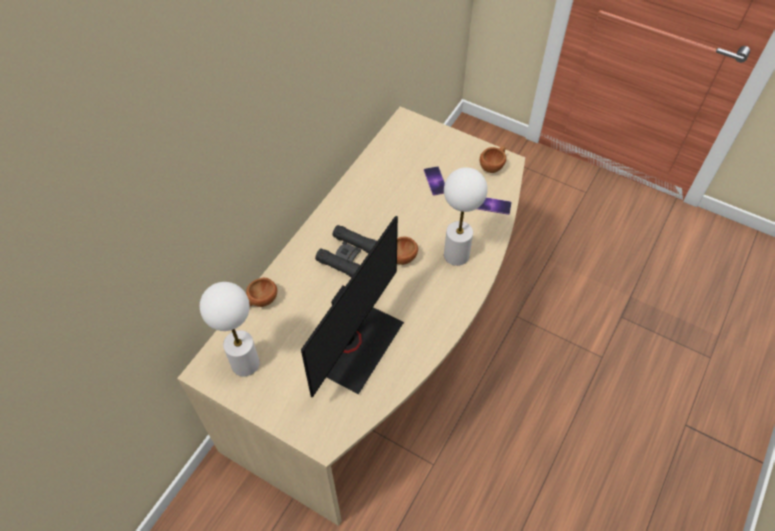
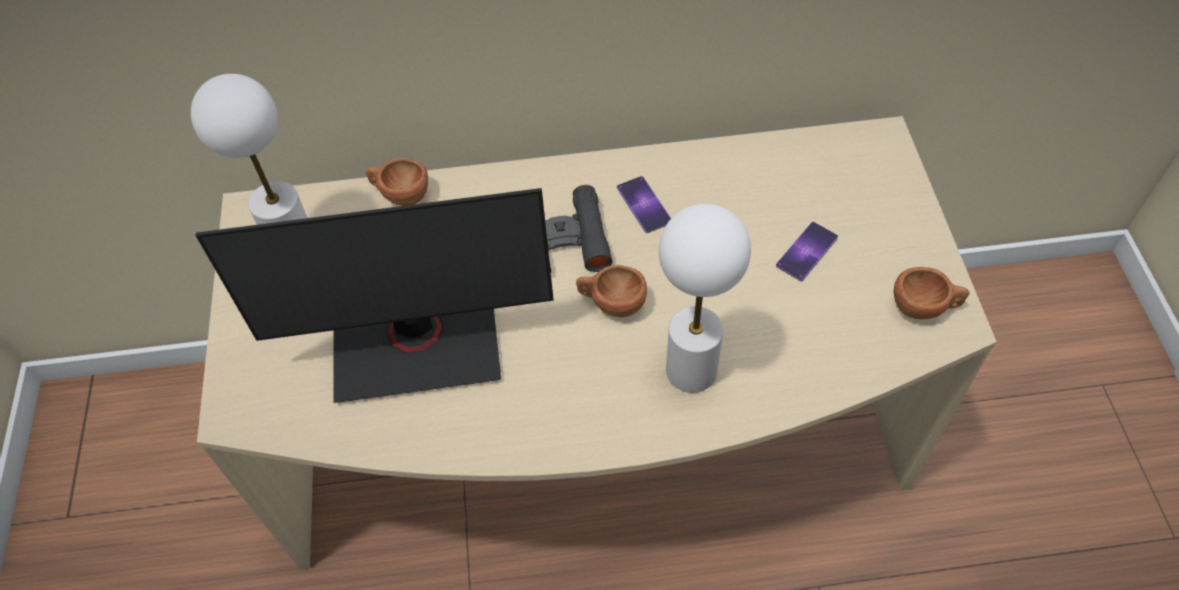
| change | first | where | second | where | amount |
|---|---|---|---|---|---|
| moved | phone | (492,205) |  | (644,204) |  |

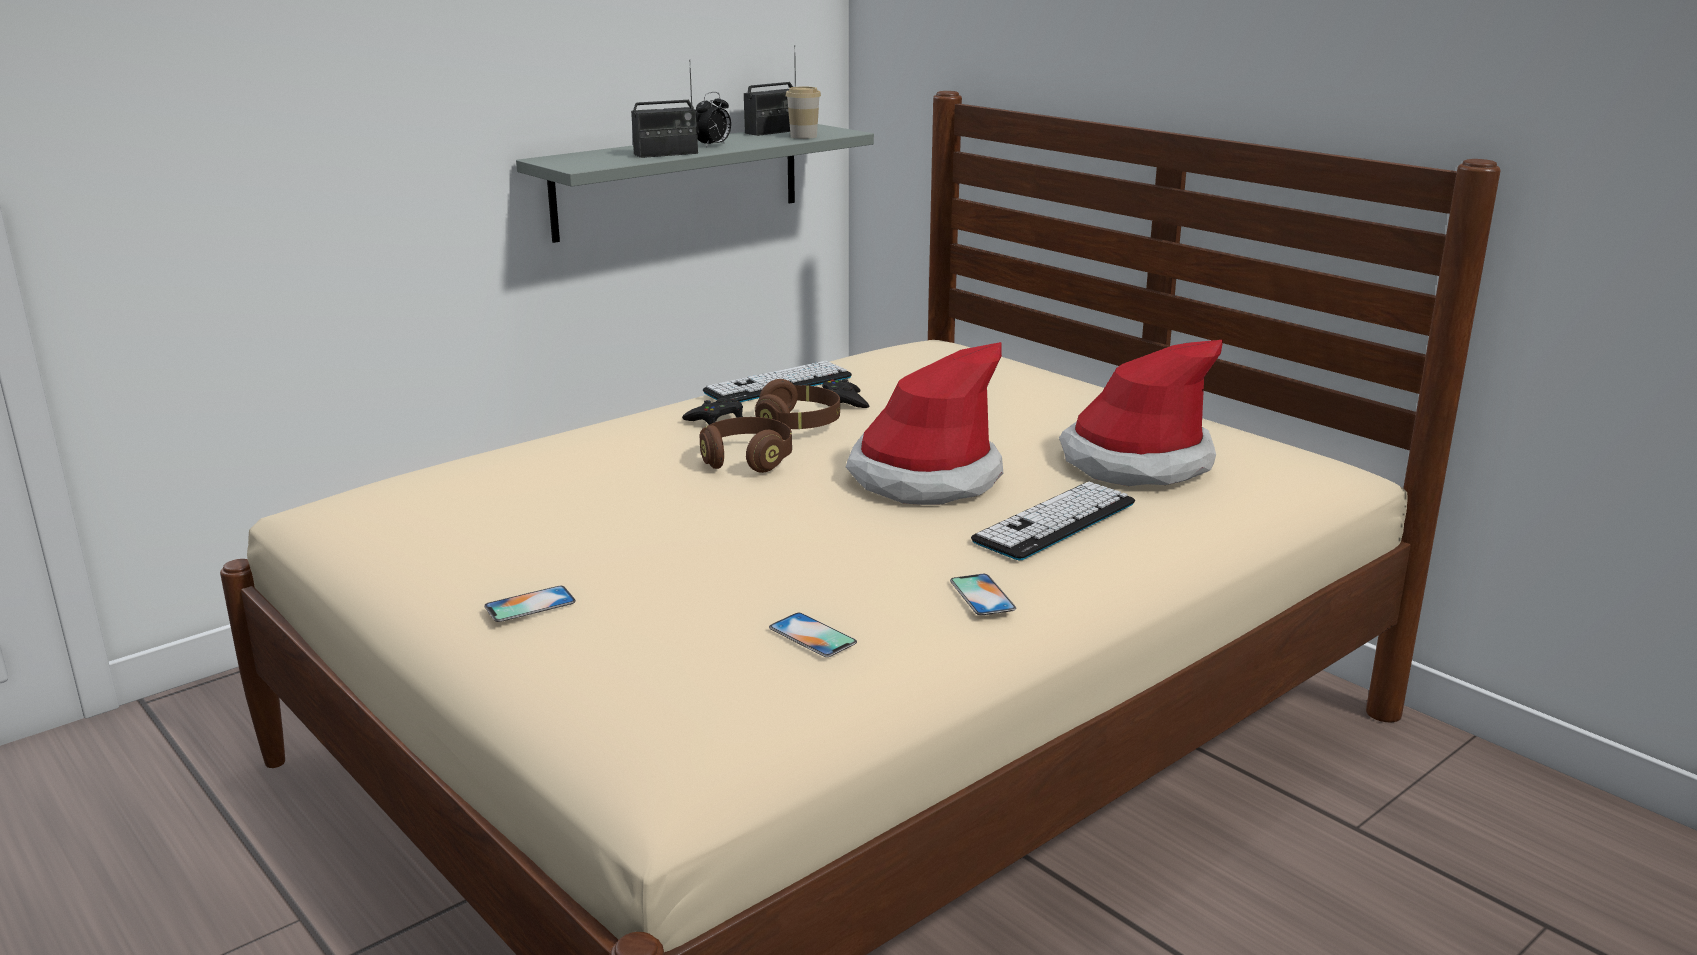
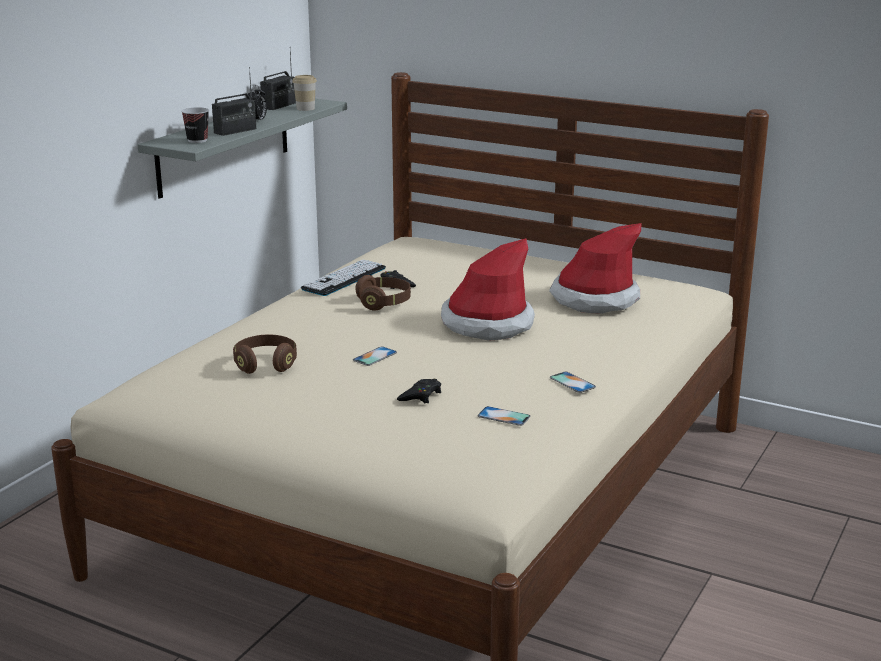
| change | first | where | second | where | amount |
|---|---|---|---|---|---|
| removed | keyboard | (1055,522) |  |  |  |
| added |  |  | cup | (197,140) |  |
| moved | phone | (530,604) |  | (375,356) |  |
| moved | black game controller | (716,418) |  | (421,396) |  |
| moved | brown headphones | (747,460) |  | (265,364) |  |

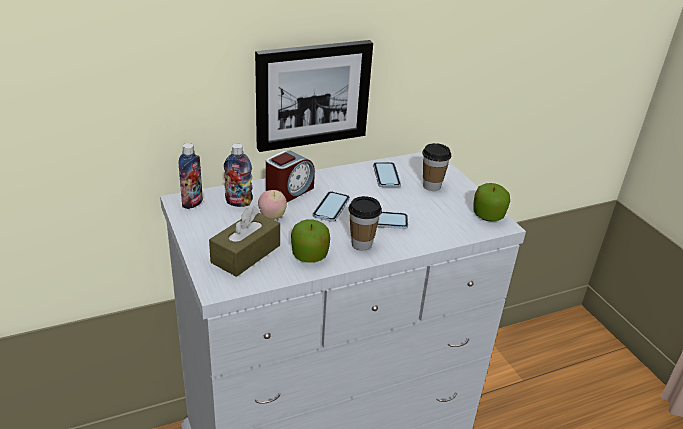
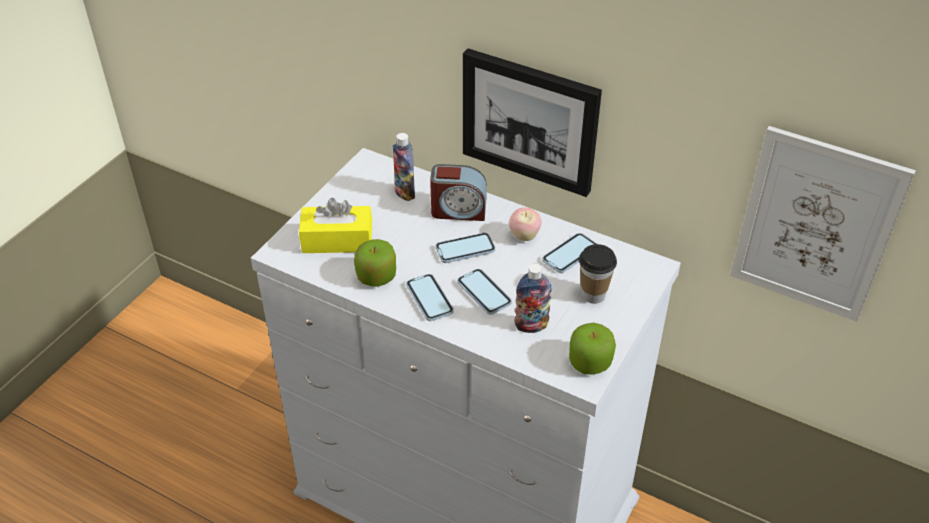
| change | first | where | second | where | amount |
|---|---|---|---|---|---|
| added |  |  | picture | (815,225) |  |
| moved | bottle | (192,203) |  | (531,326) |  |
| moved | apple | (272,217) |  | (524,236) |  |
| replaced | cup | (361,244) | phone | (429,299) |  |
| recoloured | brown tissue box | (246,254) | yellow tissue box | (337,240) |  |

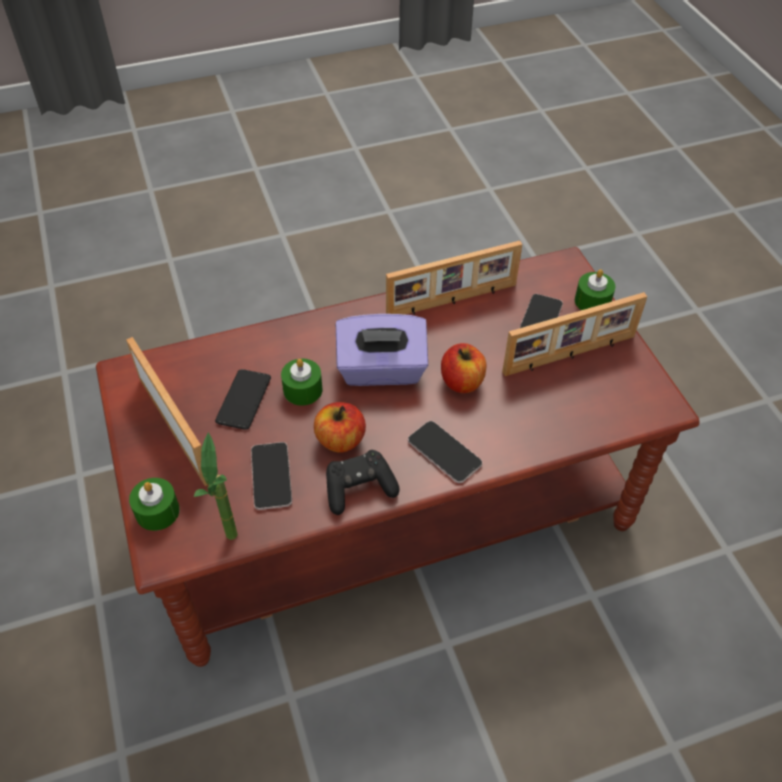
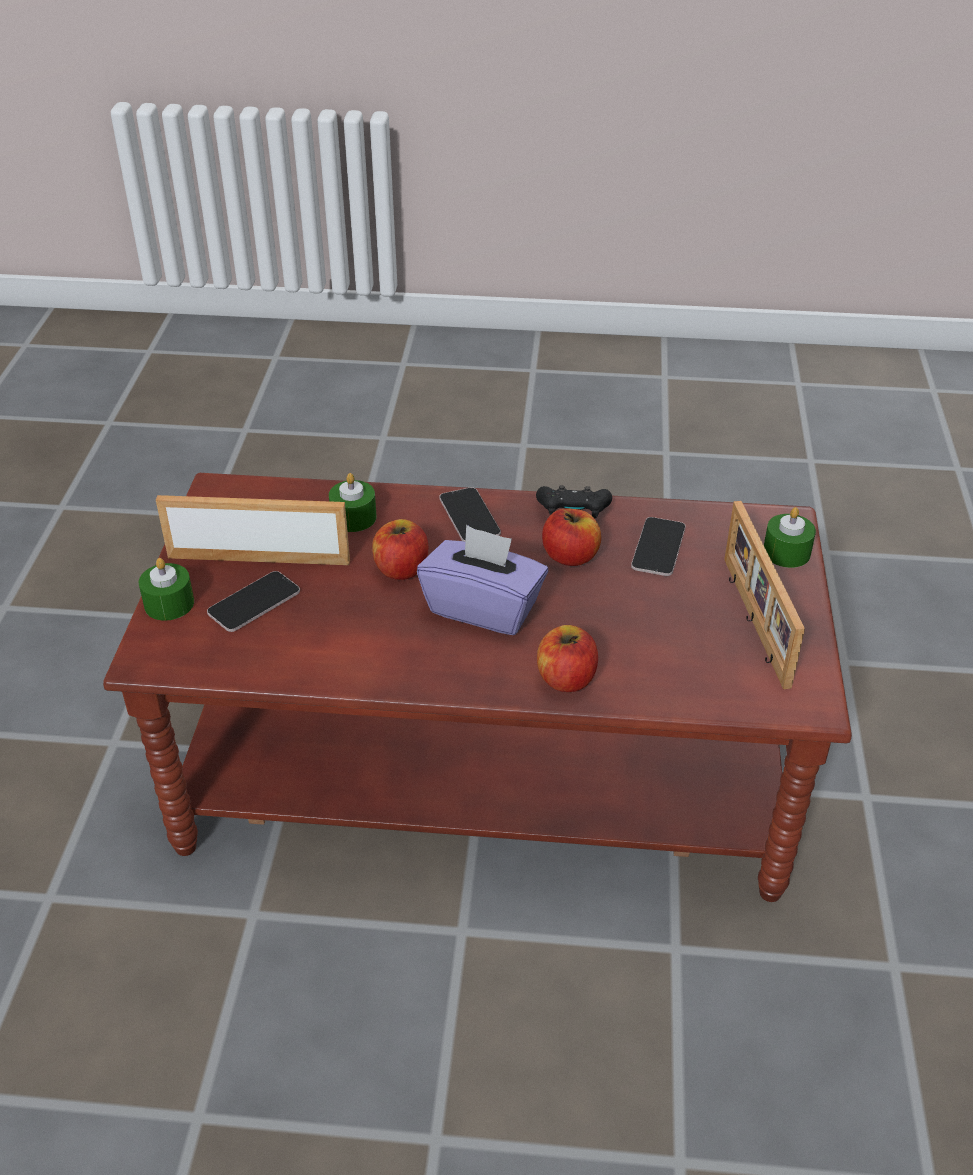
| change | first | where | second | where | amount |
|---|---|---|---|---|---|
| removed | potted plant | (234,545) |  |  |  |
| removed | phone | (243,400) |  |  |  |
| removed | picture frame | (452,301) |  |  |  |
| added |  |  | apple | (566,678) |  |
| moved | green candle | (302,390) |  | (353,517) |  |

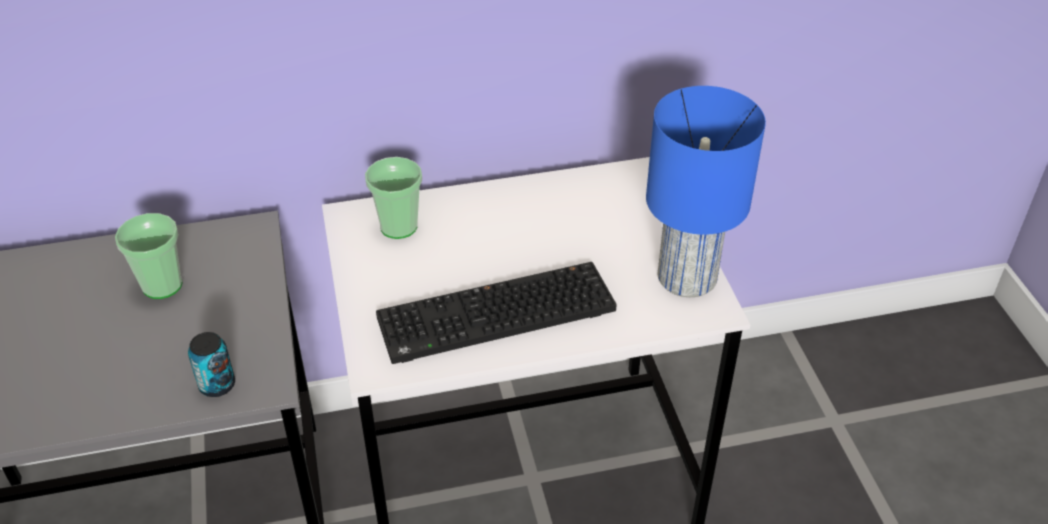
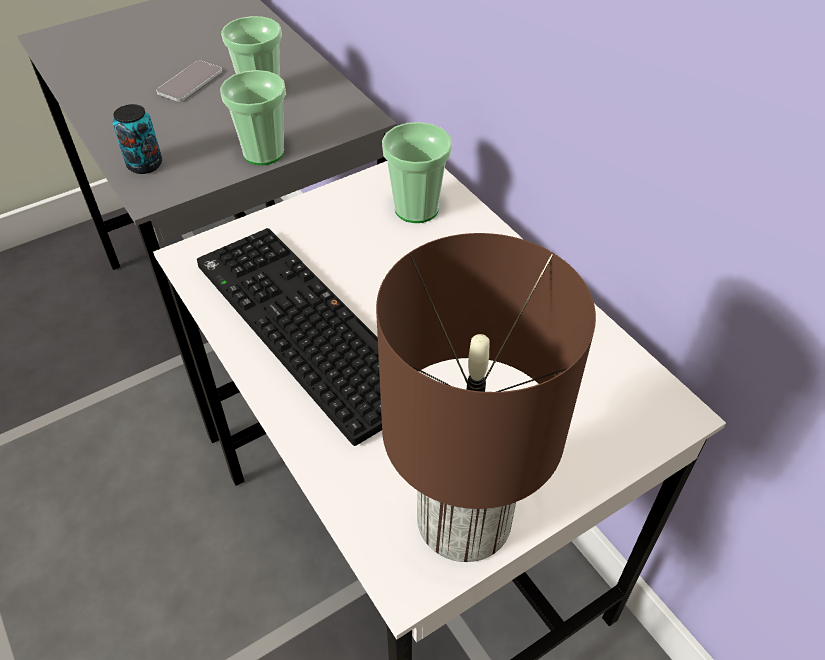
| change | first | where | second | where | amount |
|---|---|---|---|---|---|
| added |  |  | phone | (190,82) |  |
| added |  |  | cup | (263,153) |  |
| recoloured | blue table lamp | (686,278) | brown table lamp | (461,519) |  |

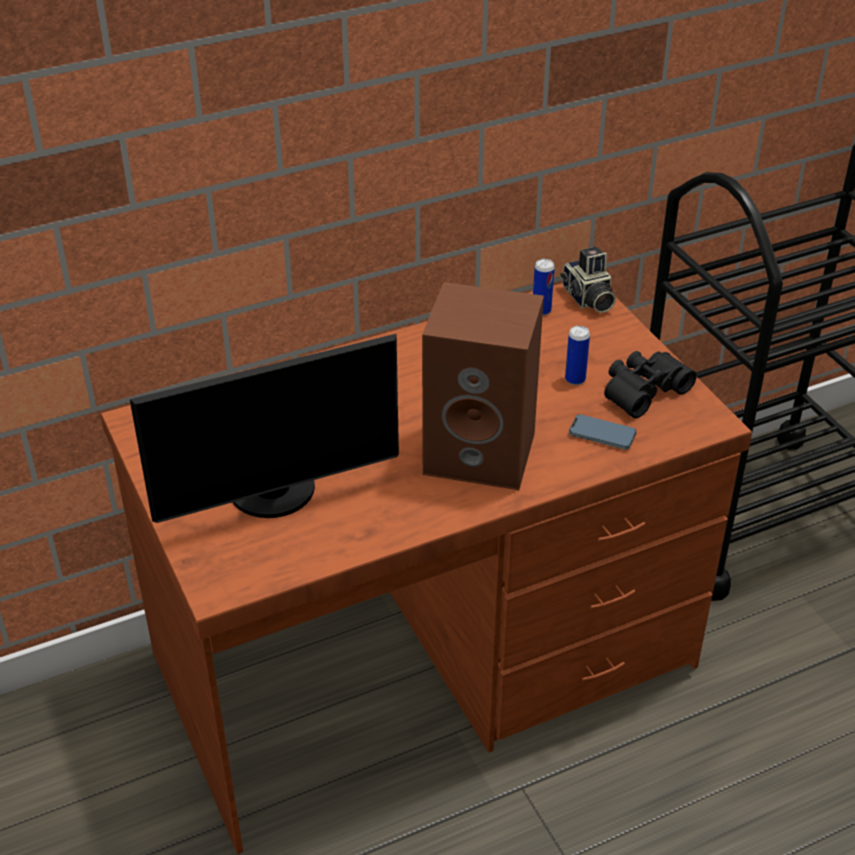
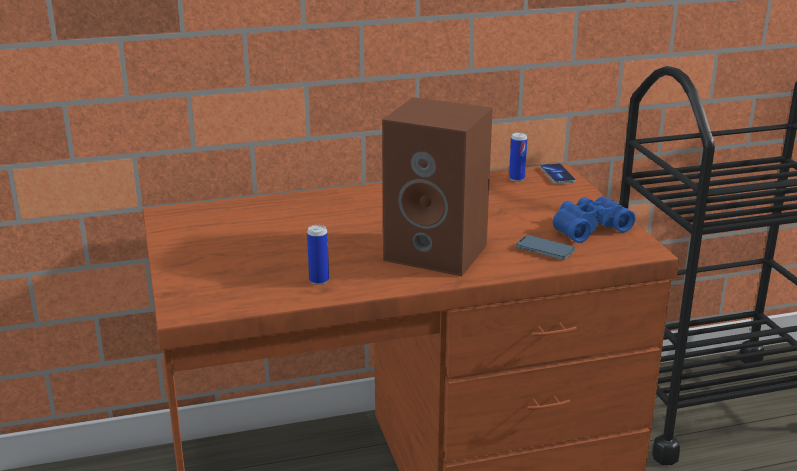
| change | first | where | second | where | amount |
|---|---|---|---|---|---|
| removed | monitor | (275,494) |  |  |  |
| moved | can | (575,379) |  | (319,280) |  |
| replaced | photo camera | (587,299) | phone | (557,175) |  |
| recoloured | black binoculars | (642,390) | blue binoculars | (588,228) |  |

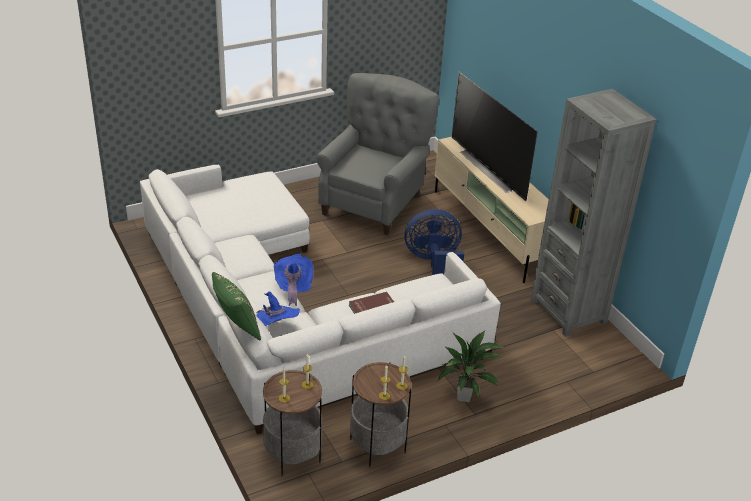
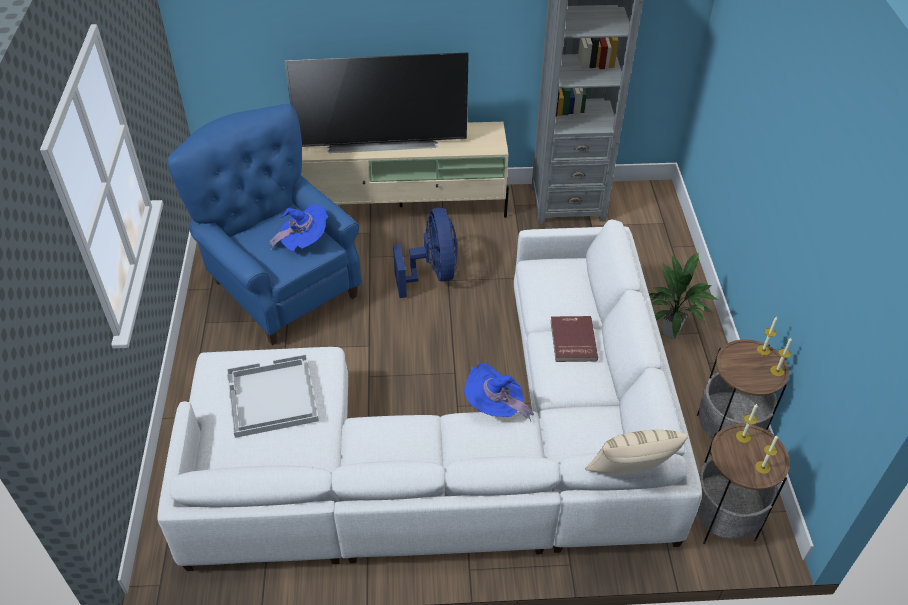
| change | first | where | second | where | amount |
|---|---|---|---|---|---|
| added |  |  | white tray | (271,397) |  |
| moved | blue hat | (275,327) |  | (304,241) |  |
| recoloured | green pillow | (236,328) | beige pillow | (629,476) |  |
| recoloured | grey armchair | (374,203) | blue armchair | (281,285) |  |
| turned | blue fan | (433,262) |  | (432,274) | 150 degrees clockwise |

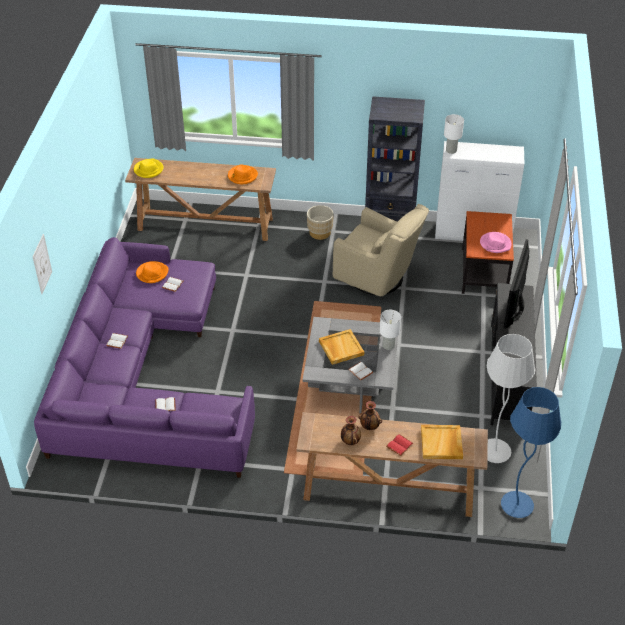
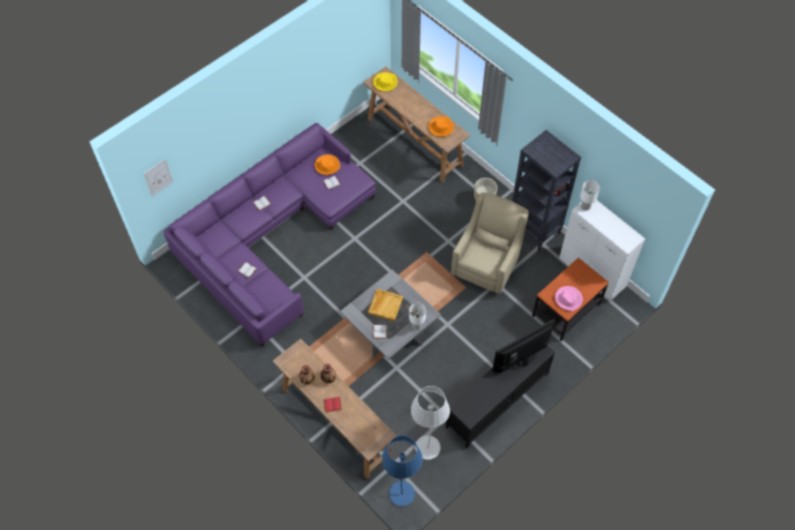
| change | first | where | second | where | amount |
|---|---|---|---|---|---|
| removed | beige tray | (441,443) |  |  |  |
| moved | picture | (42,264) |  | (158,177) |  |
| turned | beige armchair | (378,278) |  | (487,263) | 135 degrees counterclockwise |

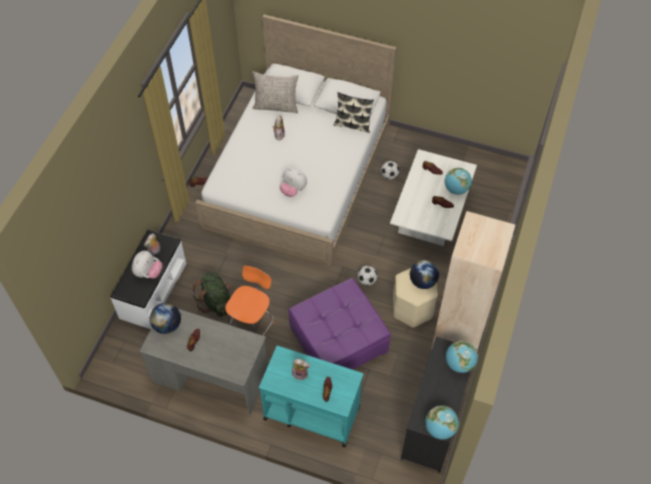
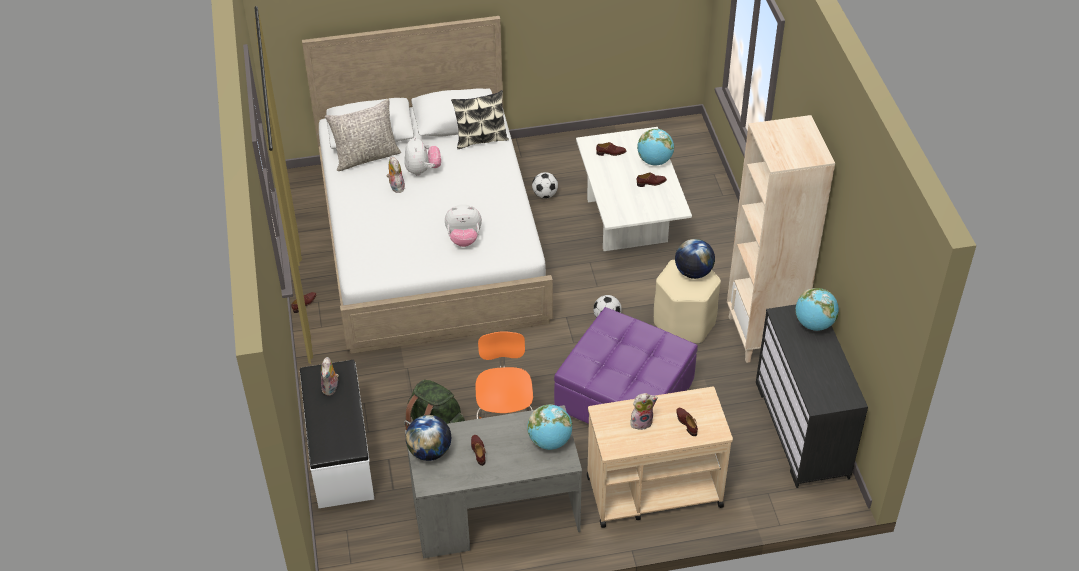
| change | first | where | second | where | amount |
|---|---|---|---|---|---|
| moved | plush toy | (148,273) |  | (422,170) |  |
| moved | globe | (440,429) |  | (550,441) |  |
| recoloured | turquoise cart | (311,412) | beige cart | (653,491) |  |

